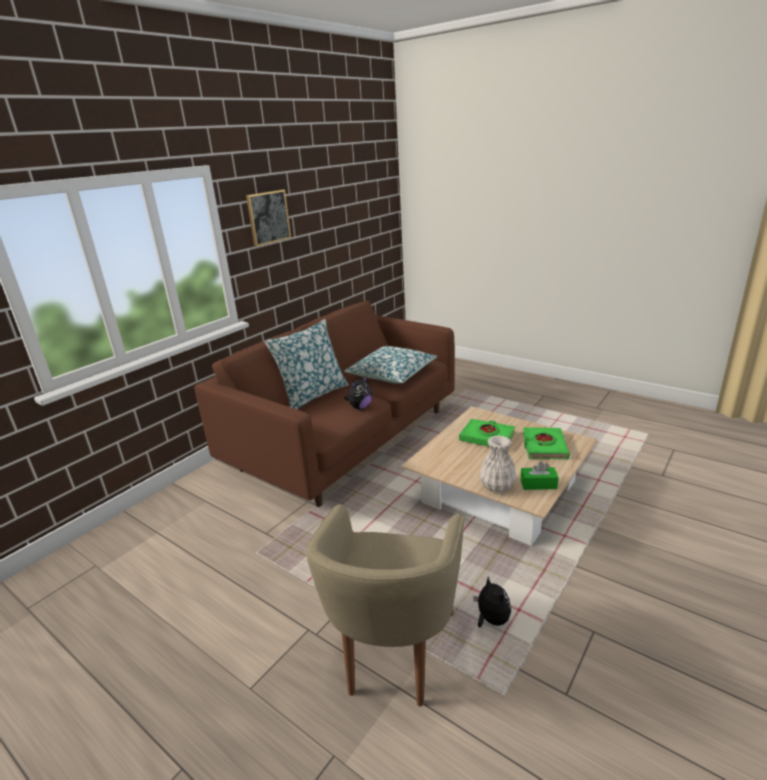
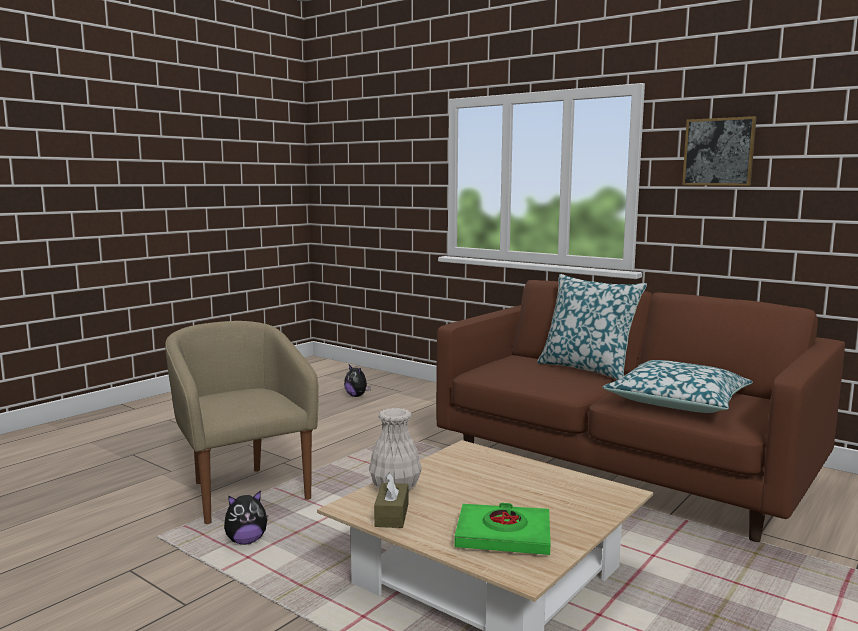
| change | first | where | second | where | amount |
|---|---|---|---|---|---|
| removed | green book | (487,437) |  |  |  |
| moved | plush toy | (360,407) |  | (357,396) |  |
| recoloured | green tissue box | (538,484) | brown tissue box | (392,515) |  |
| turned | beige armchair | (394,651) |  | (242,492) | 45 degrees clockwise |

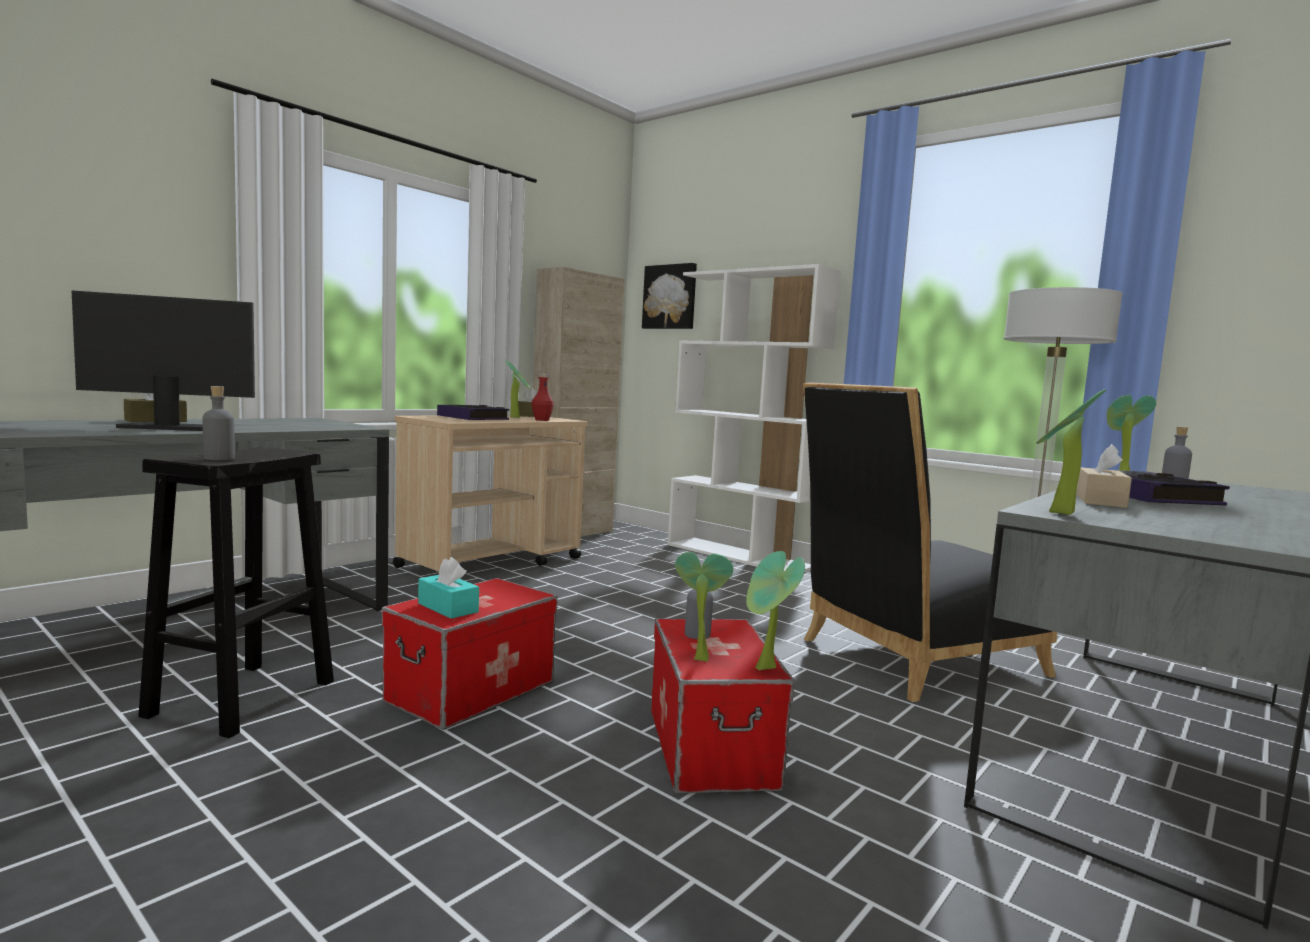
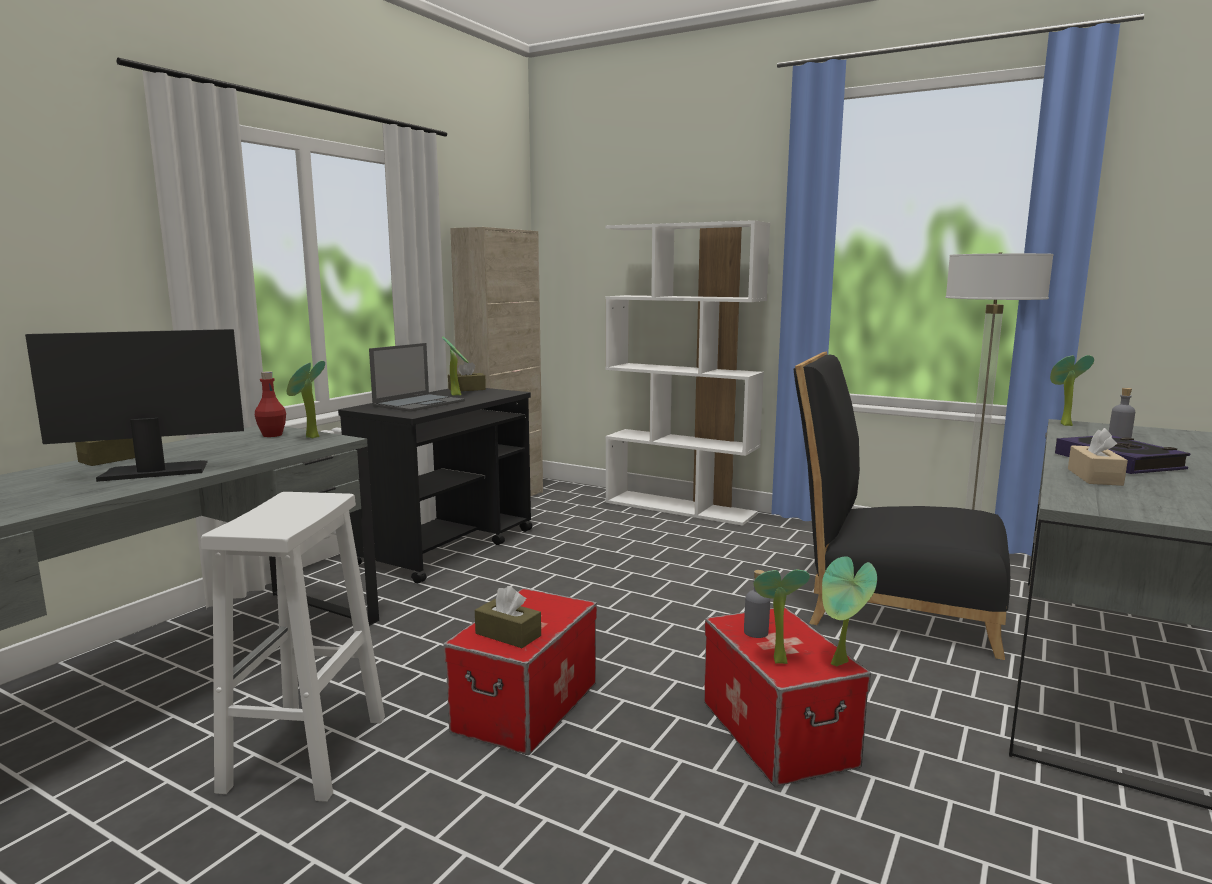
| change | first | where | second | where | amount |
|---|---|---|---|---|---|
| removed | grey bottle | (219,458) |  |  |  |
| removed | picture | (670,297) |  |  |  |
| moved | red bottle | (542,420) |  | (272,435) |  |
| moved | potted plant | (1058,513) |  | (309,438) |  |
| replaced | book | (473,418) | laptop | (420,403) |  |
| recoloured | black stool | (240,699) | white stool | (305,754) |  |
| recoloured | beige cart | (492,562) | black cart | (447,547) |  |
| recoloured | turquoise tissue box | (448,608) | brown tissue box | (508,634) |  |
| turned | black chair | (911,658) |  | (892,607) | 60 degrees clockwise |

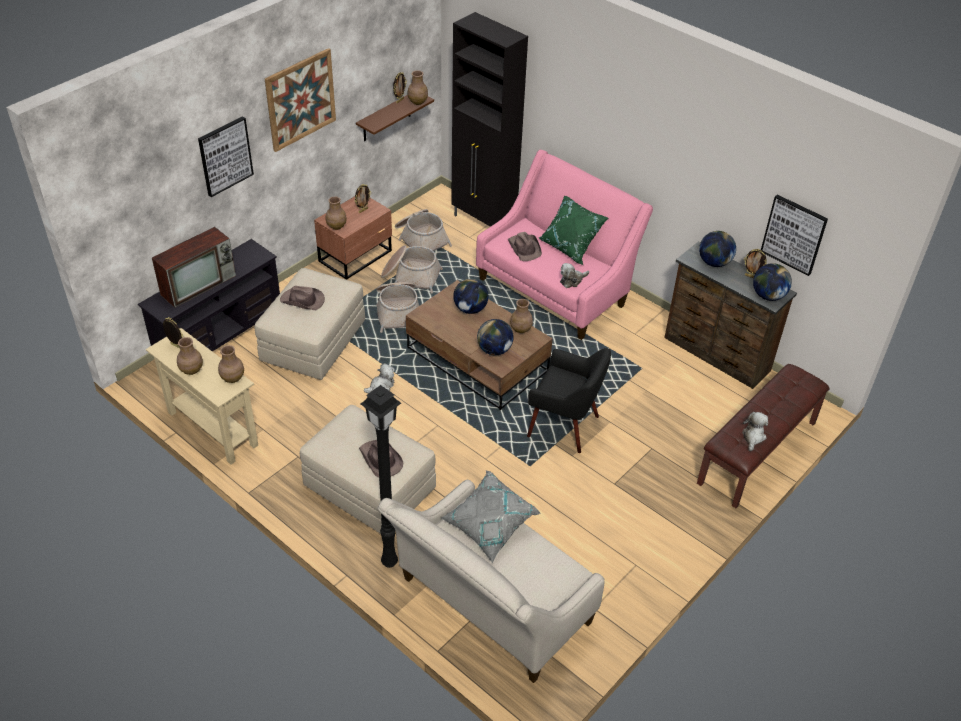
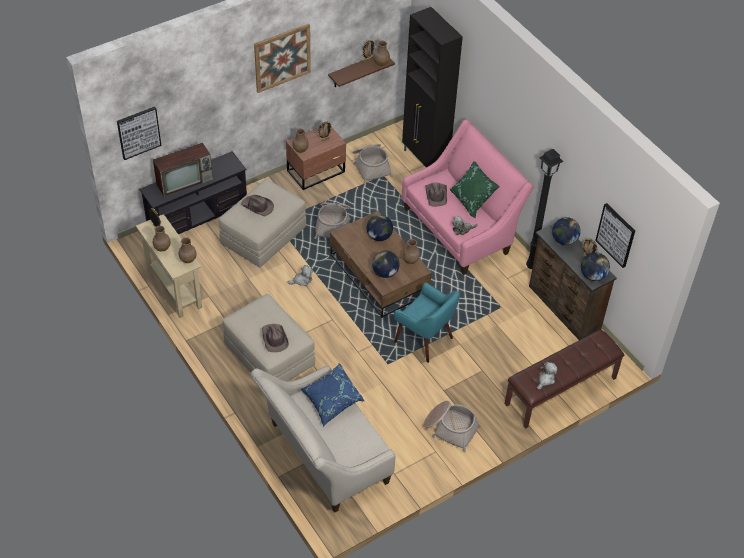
| change | first | where | second | where | amount |
|---|---|---|---|---|---|
| moved | picture | (225,156) |  | (138,132) |  |
| moved | black floor lamp | (391,562) |  | (532,266) |  |
| moved | basket | (411,276) |  | (450,428) |  |
| recoloured | grey pillow | (489,526) | blue pillow | (331,401) |  |
| recoloured | black armchair | (564,425) | turquoise armchair | (424,339) |  |

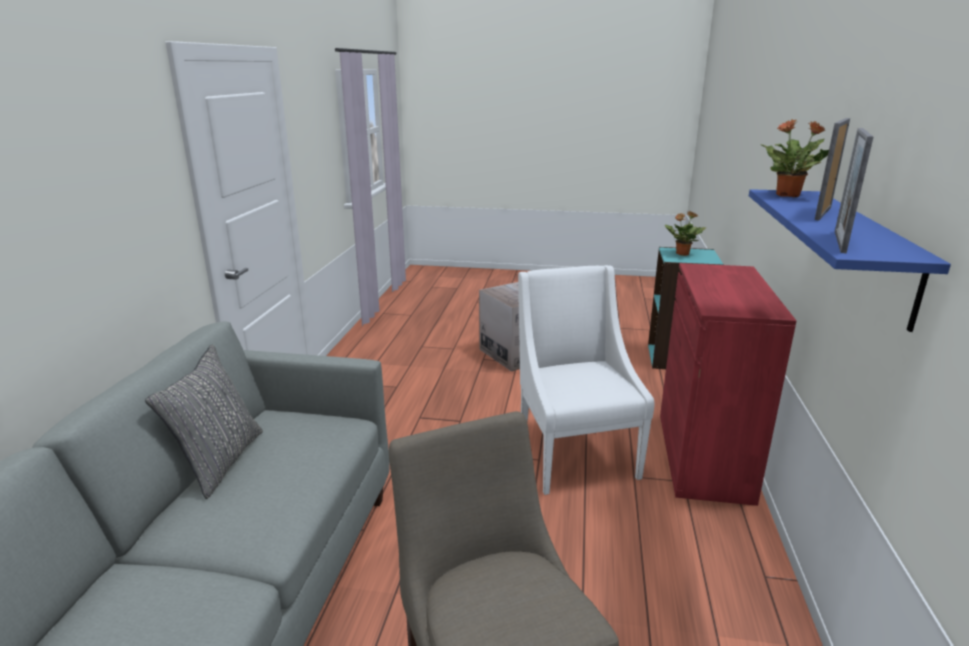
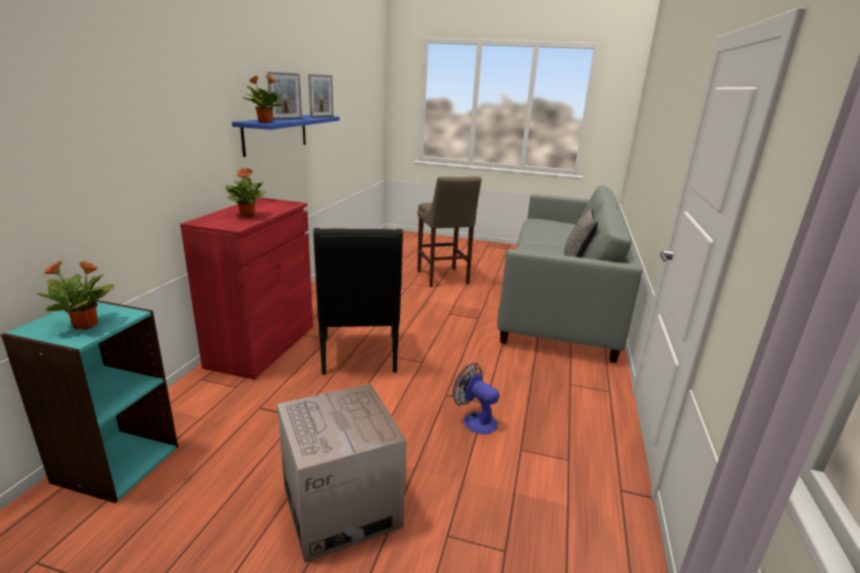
| change | first | where | second | where | amount |
|---|---|---|---|---|---|
| added |  |  | potted plant | (248,215) |  |
| added |  |  | fan | (475,420) |  |
| recoloured | white armchair | (574,455) | black armchair | (359,355) |  |

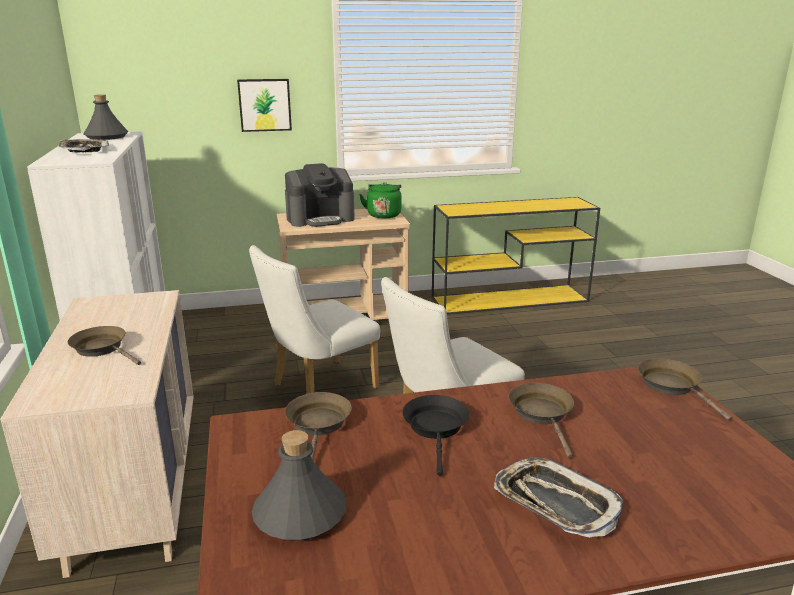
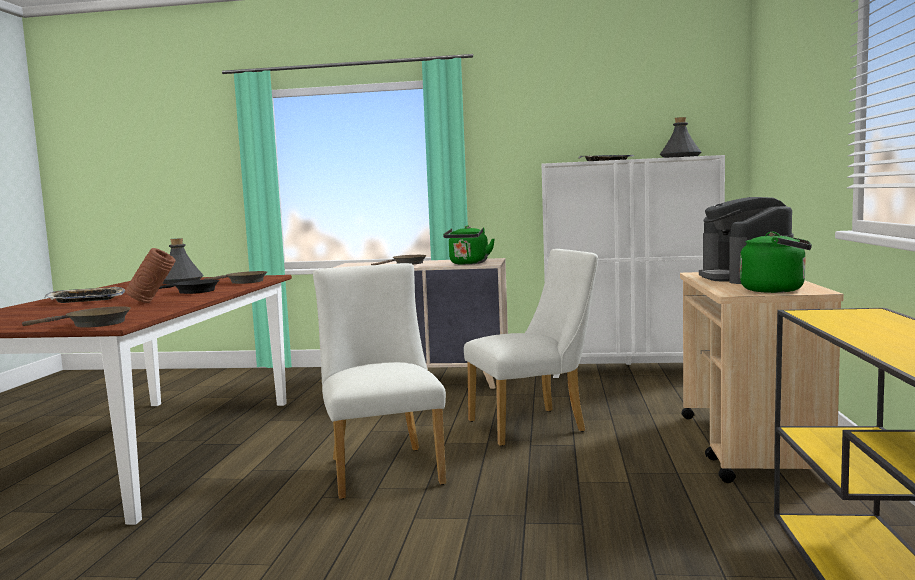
| change | first | where | second | where | amount |
|---|---|---|---|---|---|
| removed | picture | (264,105) |  |  |  |
| added |  |  | green kettle | (468,263) |  |
| replaced | brown frying pan | (542,414) | brown vase | (153,303) |  |
| turned | white chair | (318,388) |  | (535,425) | 90 degrees clockwise |

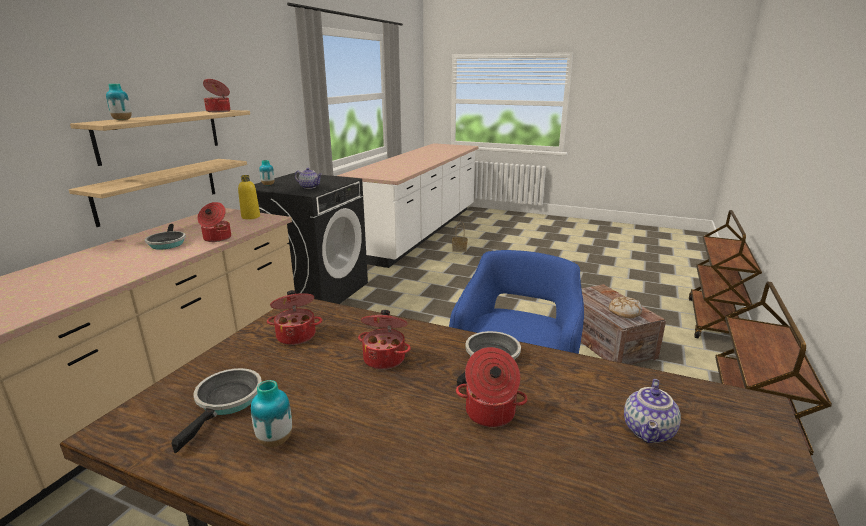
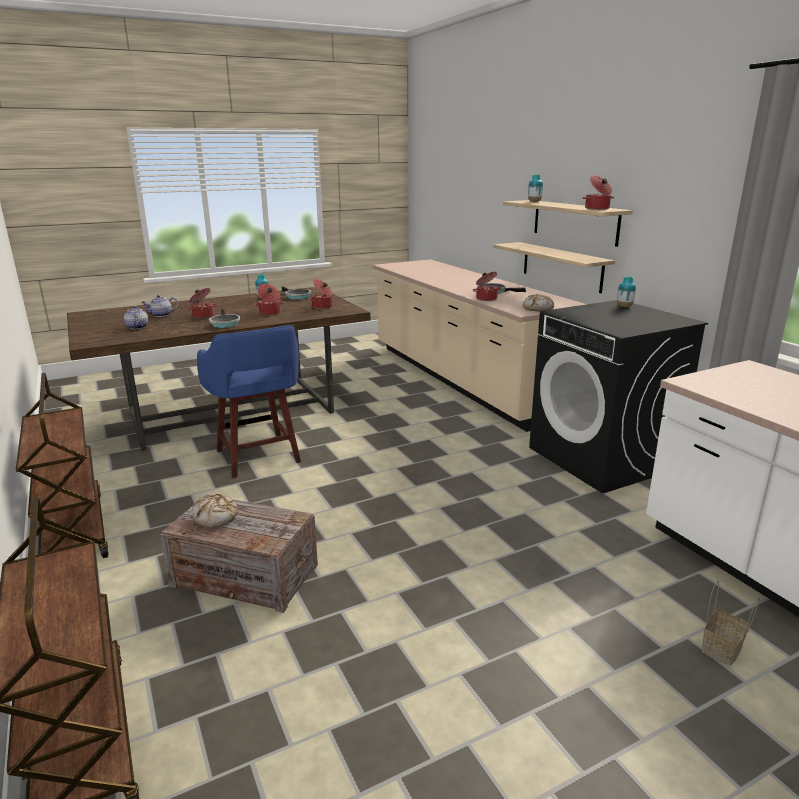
| change | first | where | second | where | amount |
|---|---|---|---|---|---|
| moved | teapot | (310,187) |  | (161,315) |  |
| replaced | yellow bottle | (251,217) | bread | (538,308) |  |

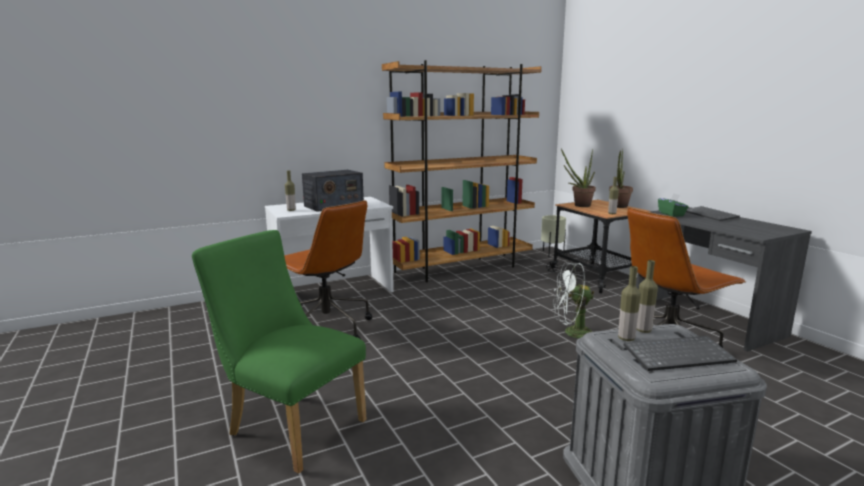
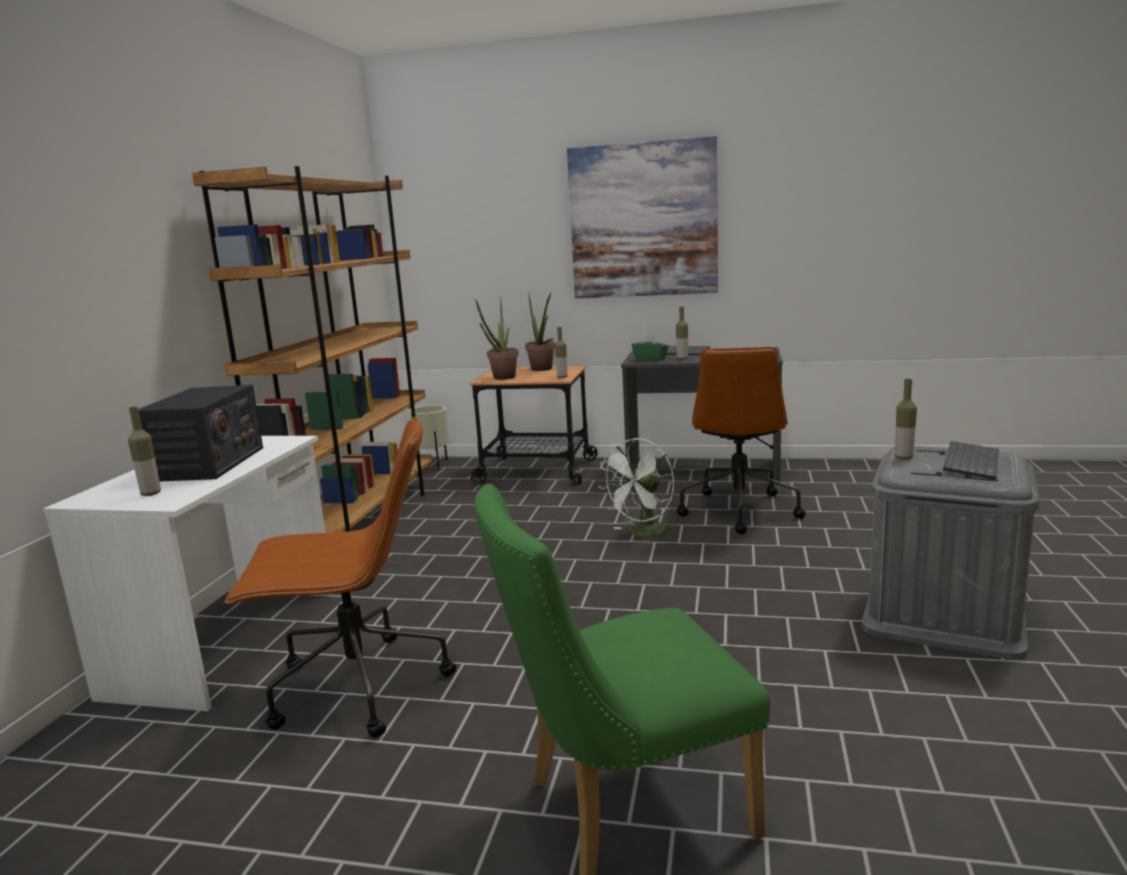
| change | first | where | second | where | amount |
|---|---|---|---|---|---|
| added |  |  | picture | (643,220) |  |
| moved | bottle | (626,338) |  | (682,359) |  |

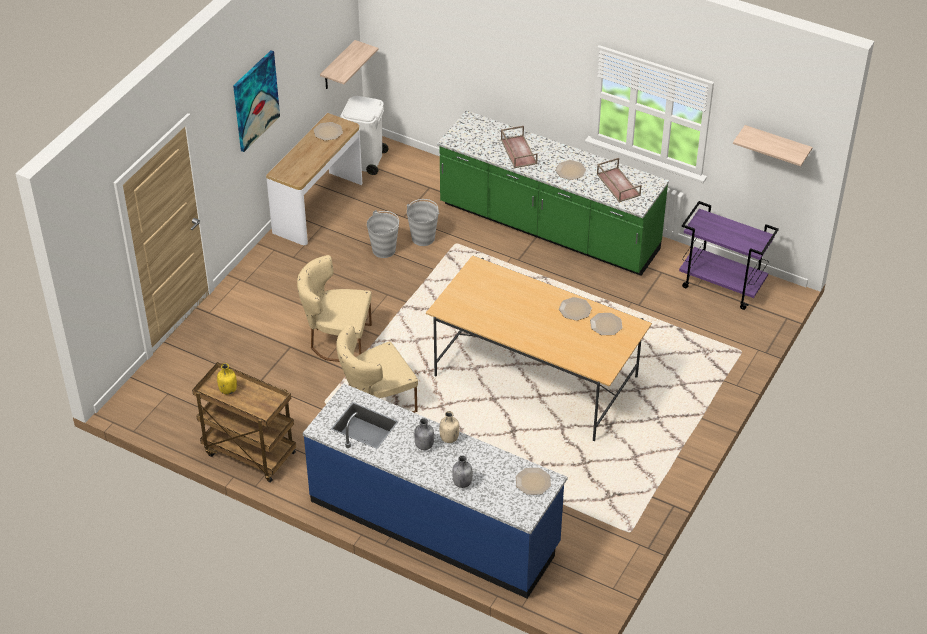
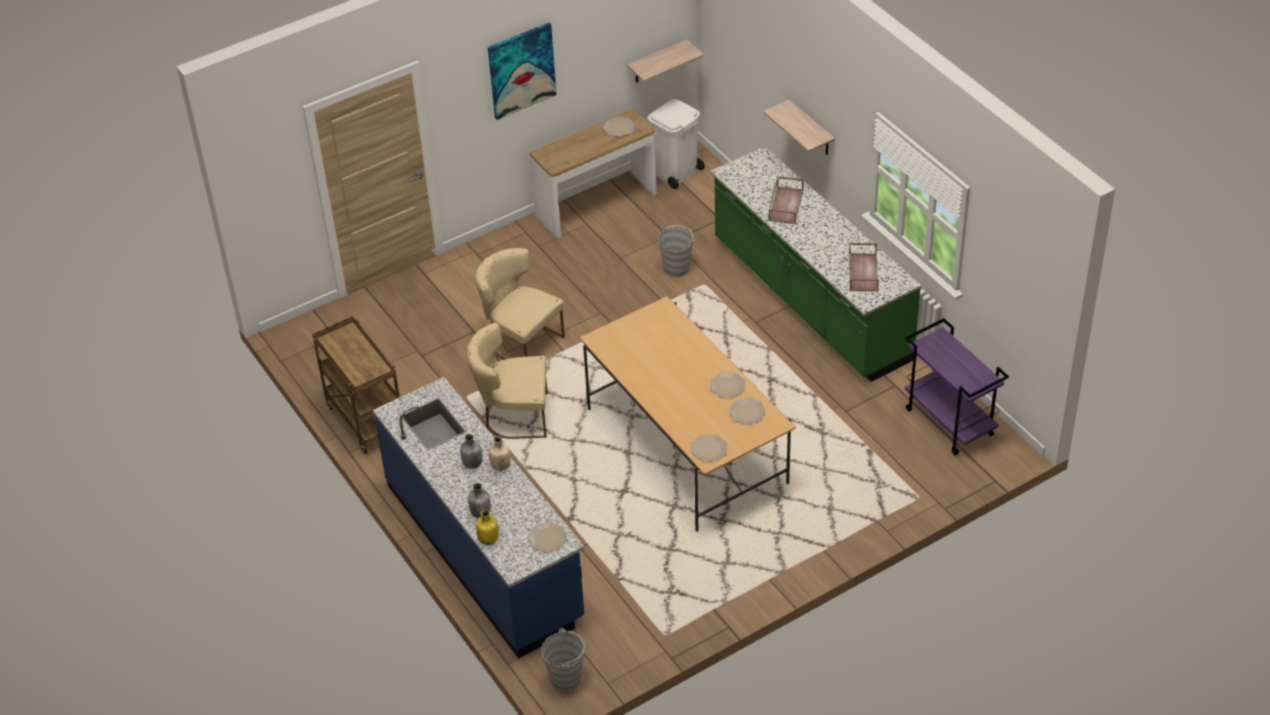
| change | first | where | second | where | amount |
|---|---|---|---|---|---|
| moved | yellow bottle | (228,390) |  | (488,539) |  |
| moved | grey bucket | (384,250) |  | (566,678) |  |
| moved | plate | (570,170) |  | (709,448) |  |
| moved | shelf | (776,146) |  | (811,129) |  |

